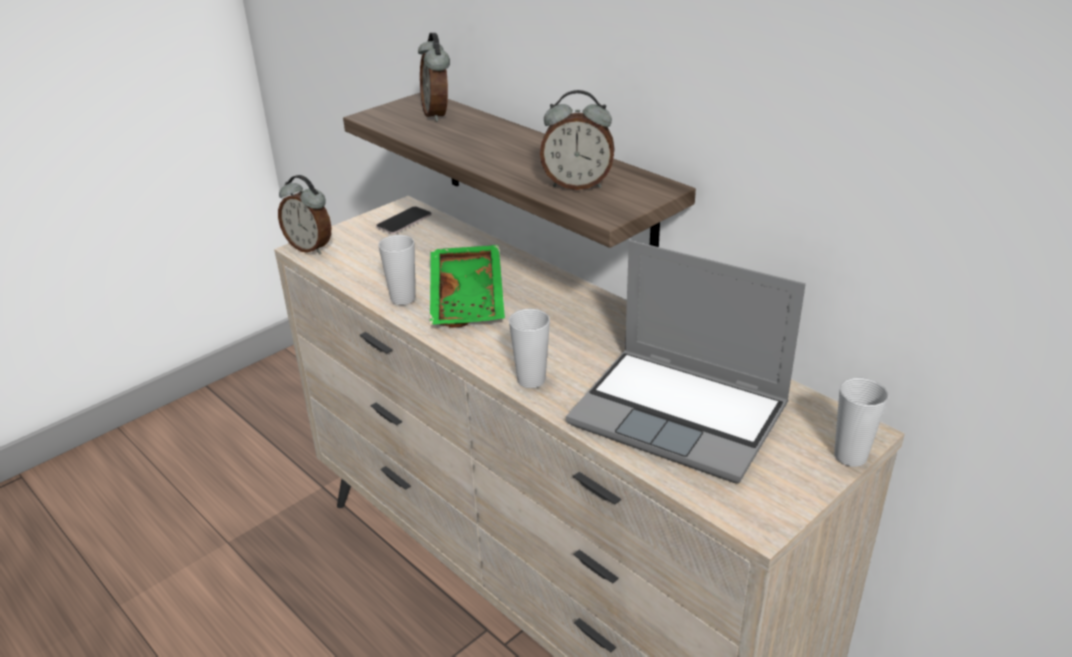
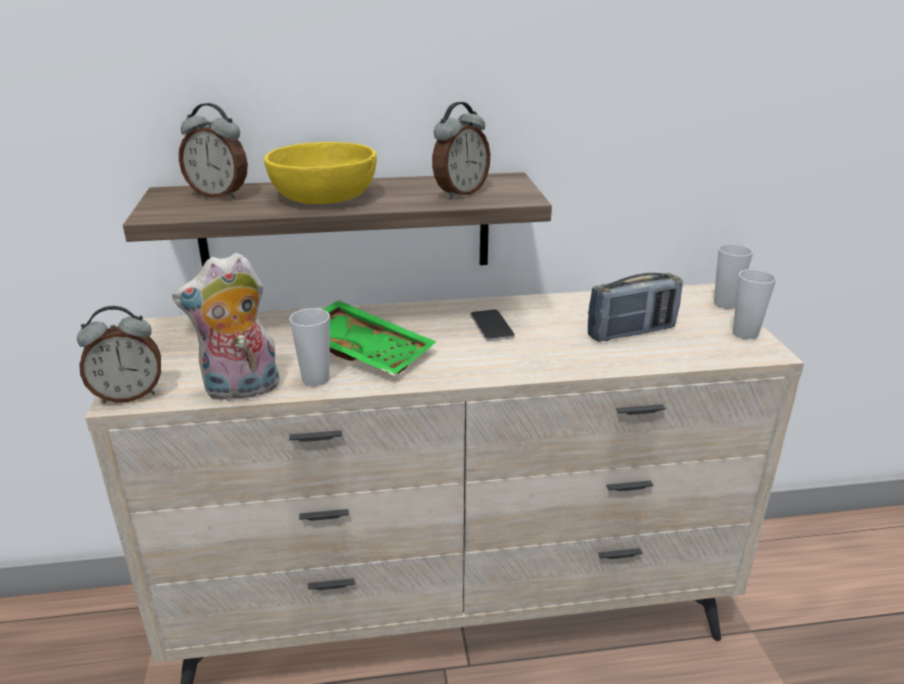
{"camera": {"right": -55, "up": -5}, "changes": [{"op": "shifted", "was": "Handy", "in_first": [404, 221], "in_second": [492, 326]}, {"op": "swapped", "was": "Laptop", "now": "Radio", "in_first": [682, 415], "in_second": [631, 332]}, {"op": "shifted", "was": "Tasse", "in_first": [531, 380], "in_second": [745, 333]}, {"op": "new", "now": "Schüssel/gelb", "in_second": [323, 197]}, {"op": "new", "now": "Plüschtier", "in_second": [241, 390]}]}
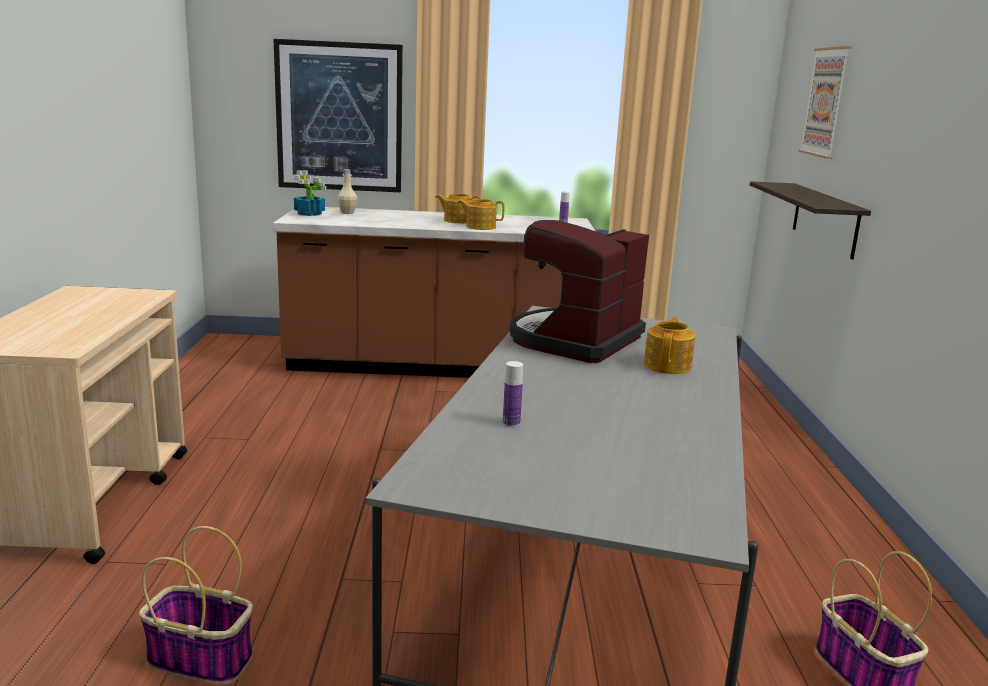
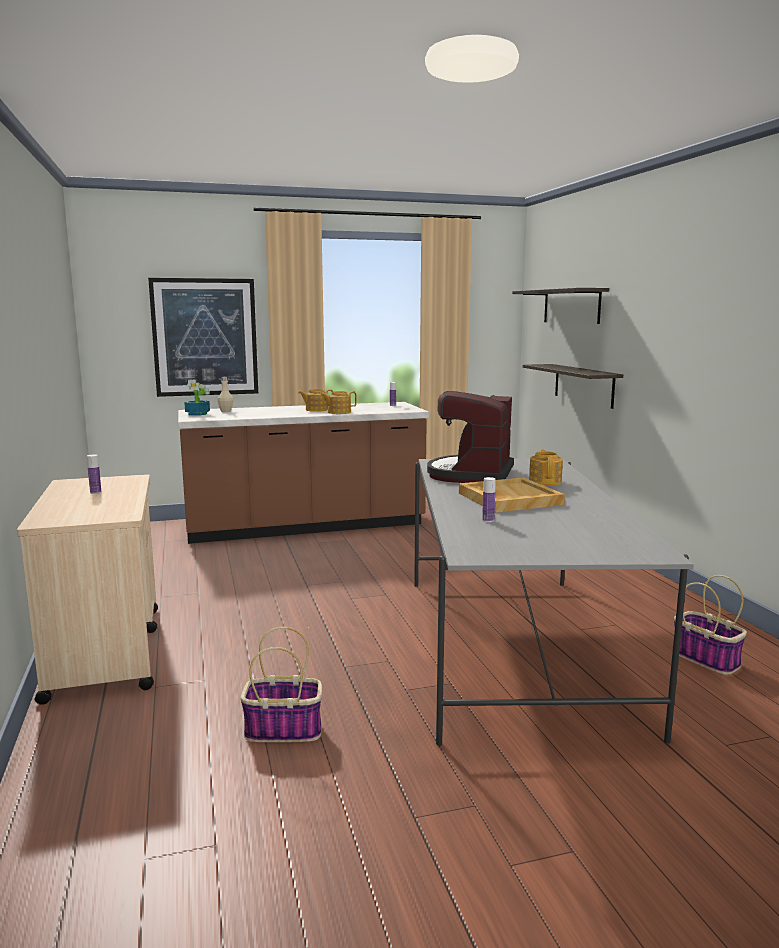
{"camera": {"right": -15, "up": -5}, "changes": [{"op": "swapped", "was": "Bild", "now": "Wandregal", "in_first": [825, 102], "in_second": [571, 306]}, {"op": "new", "now": "Flasche", "in_second": [95, 492]}, {"op": "new", "now": "Tablett/beige", "in_second": [508, 499]}]}
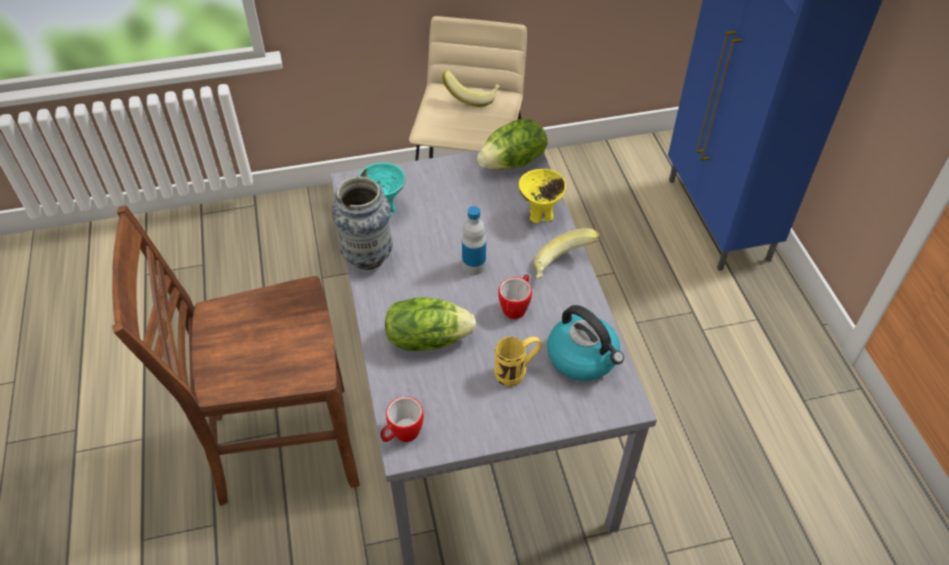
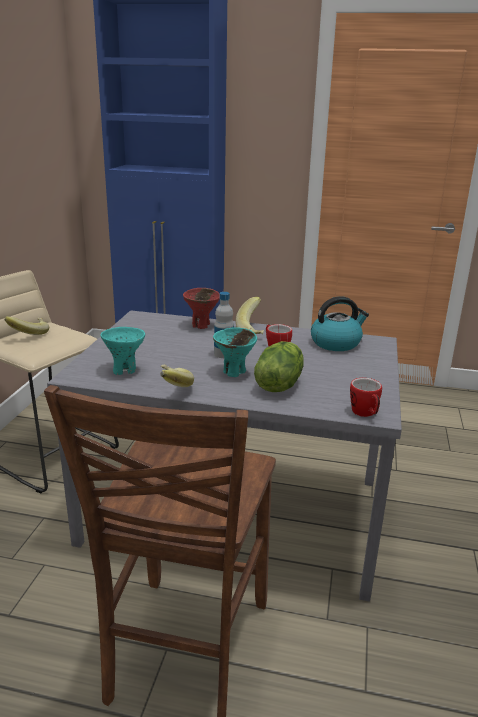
{"camera": {"right": -65, "up": -25}, "changes": [{"op": "gone", "was": "Salatkopf", "in_first": [513, 162]}, {"op": "repainted", "was": "Schüssel/gelb", "now": "Schüssel/rot", "in_first": [540, 216], "in_second": [201, 325]}, {"op": "swapped", "was": "Vase", "now": "Banane", "in_first": [367, 258], "in_second": [170, 388]}, {"op": "gone", "was": "Henkelbecher/gelb", "in_first": [517, 372]}, {"op": "new", "now": "Schüssel/türkis", "in_second": [234, 372]}]}
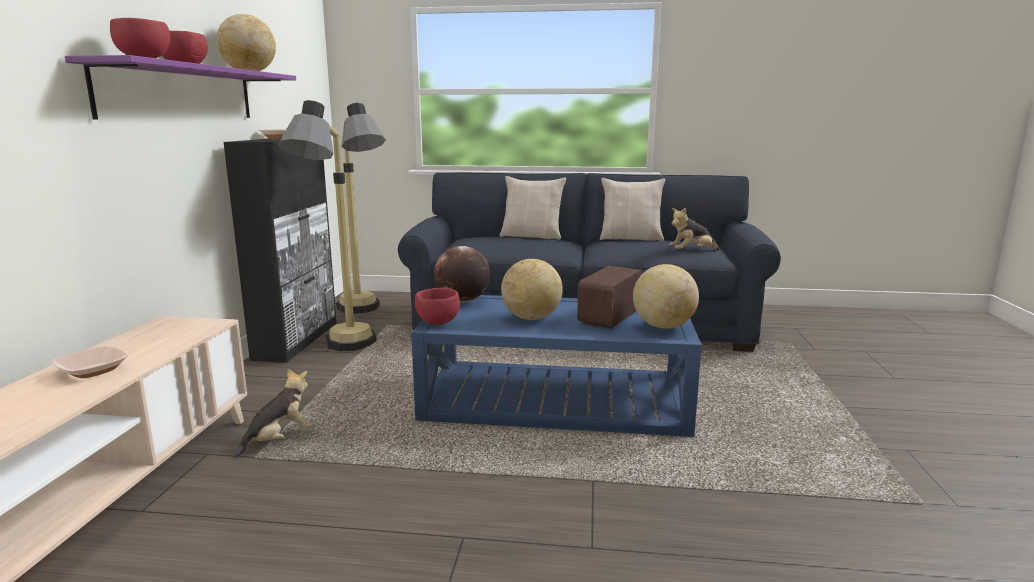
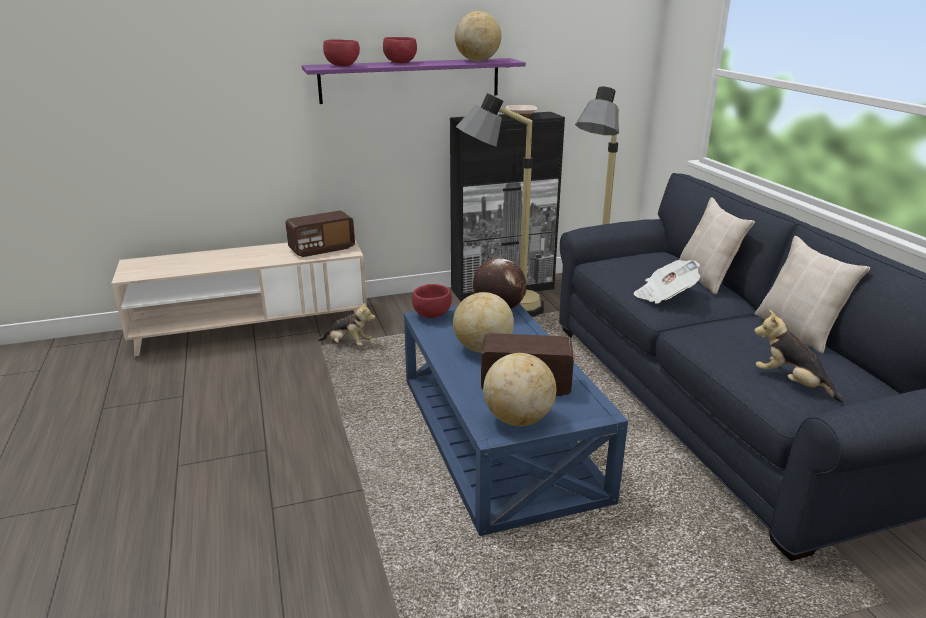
{"camera": {"right": 65, "up": 10}, "changes": [{"op": "gone", "was": "Schüssel", "in_first": [93, 370]}, {"op": "new", "now": "Radio", "in_second": [322, 249]}, {"op": "new", "now": "Zeitung", "in_second": [664, 296]}]}
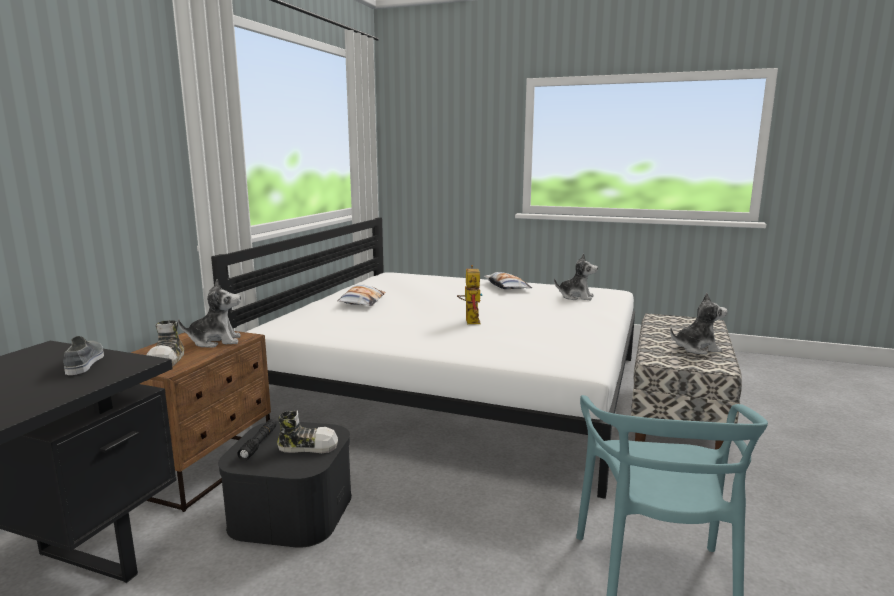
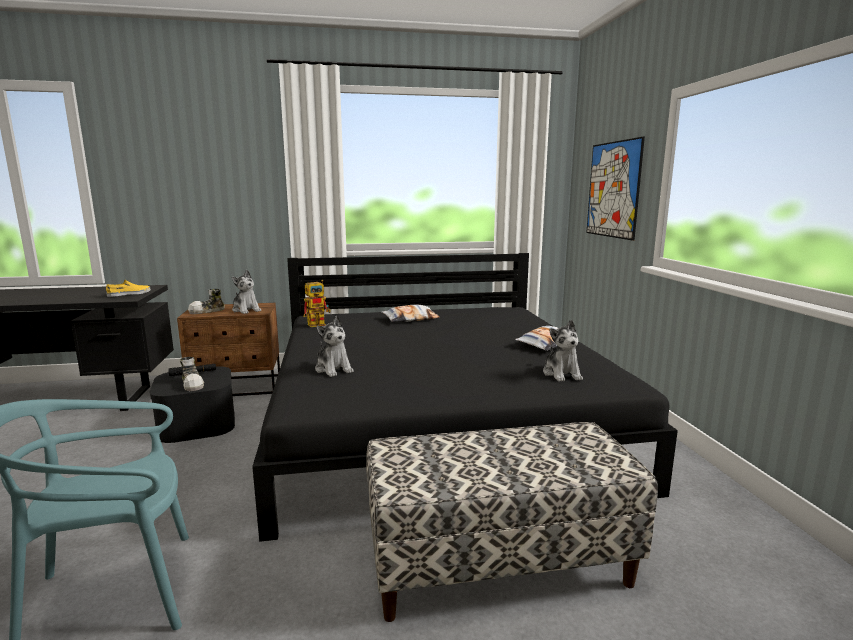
{"camera": {"right": 60, "up": 0}, "changes": [{"op": "repainted", "was": "Bett/weiß", "now": "Bett/schwarz", "in_first": [457, 386], "in_second": [436, 420]}, {"op": "shifted", "was": "Spielzeugroboter", "in_first": [470, 320], "in_second": [319, 324]}, {"op": "shifted", "was": "Plüschtier", "in_first": [696, 348], "in_second": [333, 369]}, {"op": "repainted", "was": "Schuh/grau", "now": "Schuh/gelb", "in_first": [85, 362], "in_second": [129, 294]}, {"op": "new", "now": "Bild", "in_second": [613, 189]}]}
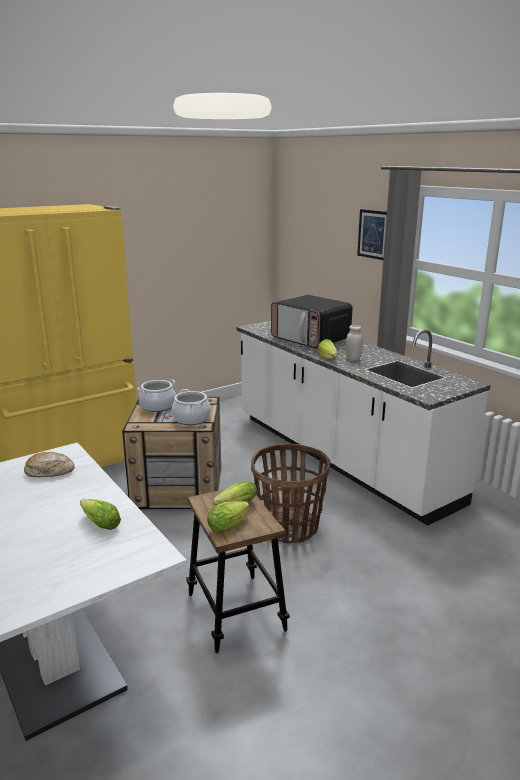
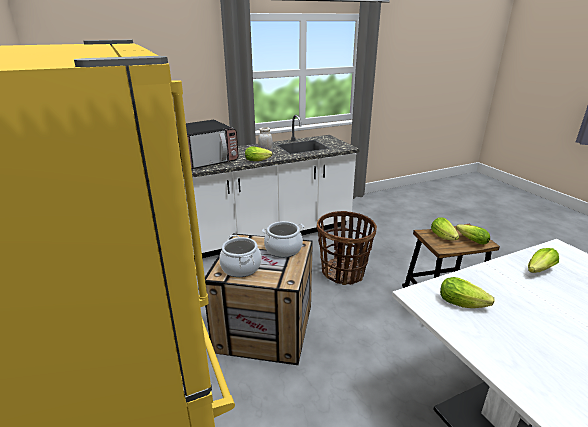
{"camera": {"right": -80, "up": 5}, "changes": [{"op": "gone", "was": "Bild", "in_first": [373, 234]}, {"op": "swapped", "was": "Brot", "now": "Salatkopf", "in_first": [49, 471], "in_second": [464, 304]}]}
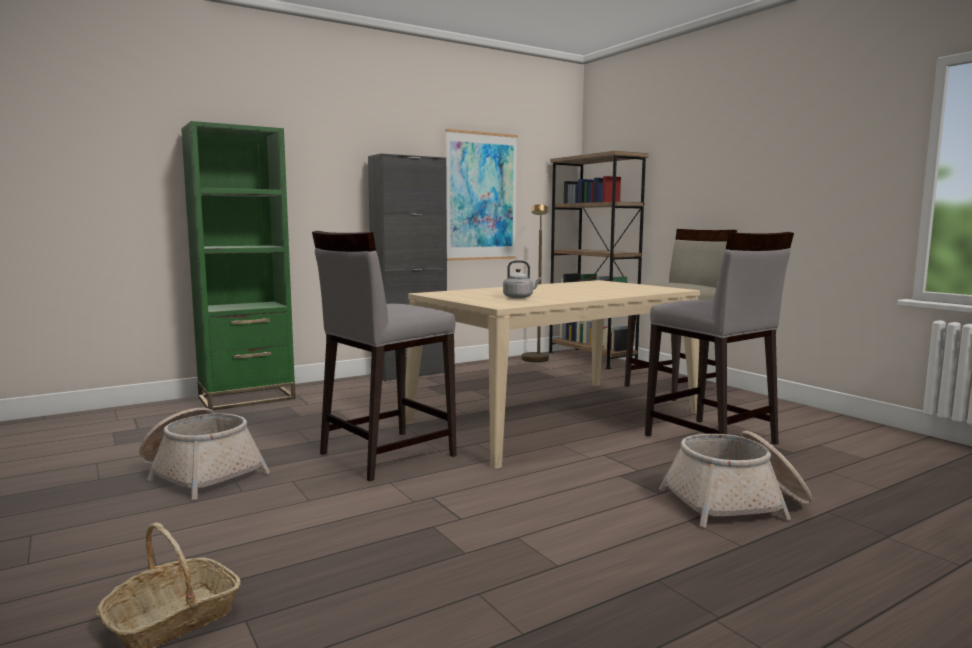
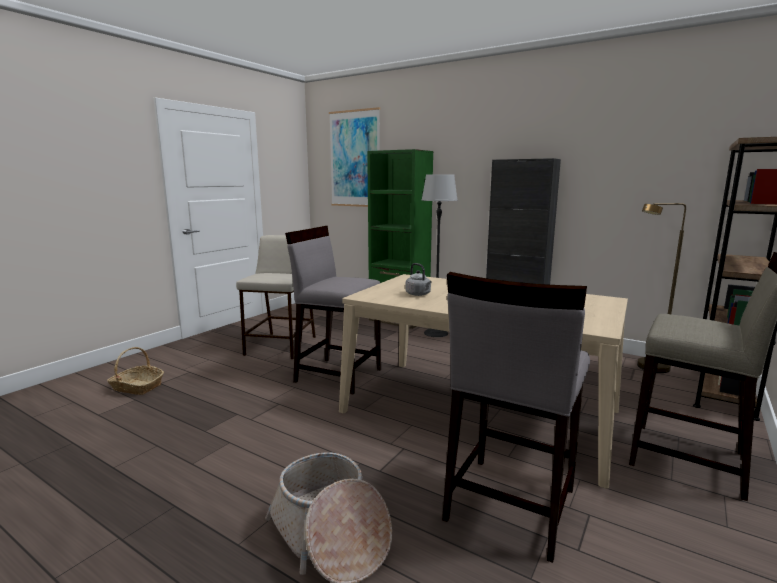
{"camera": {"right": 65, "up": 5}, "changes": [{"op": "shifted", "was": "Bild", "in_first": [481, 196], "in_second": [355, 159]}, {"op": "swapped", "was": "Korb", "now": "Hocker/beige", "in_first": [201, 473], "in_second": [281, 346]}, {"op": "new", "now": "Stehlampe", "in_second": [436, 333]}]}
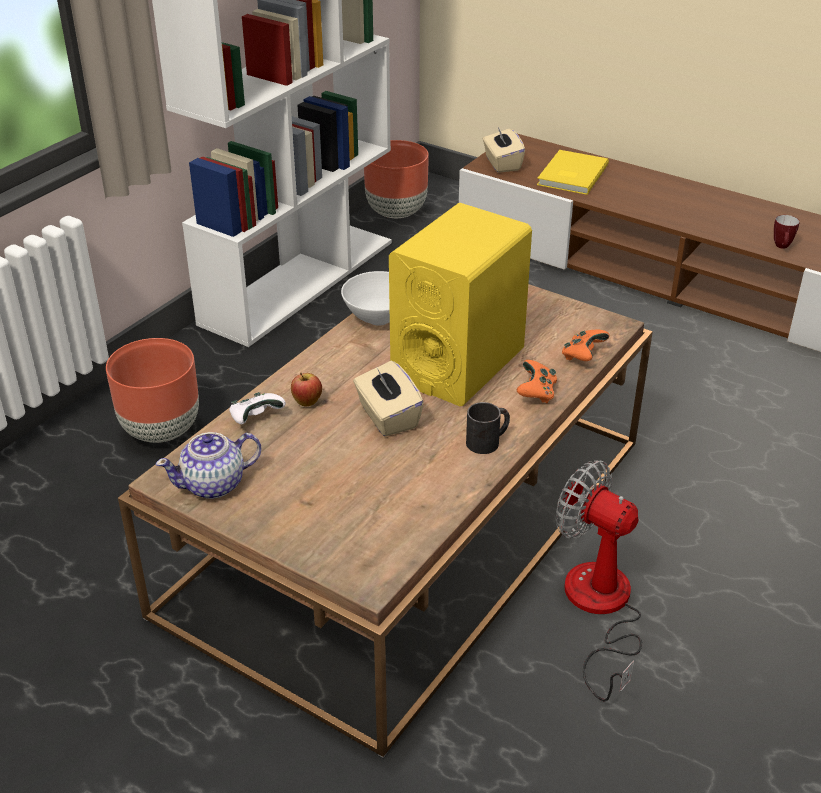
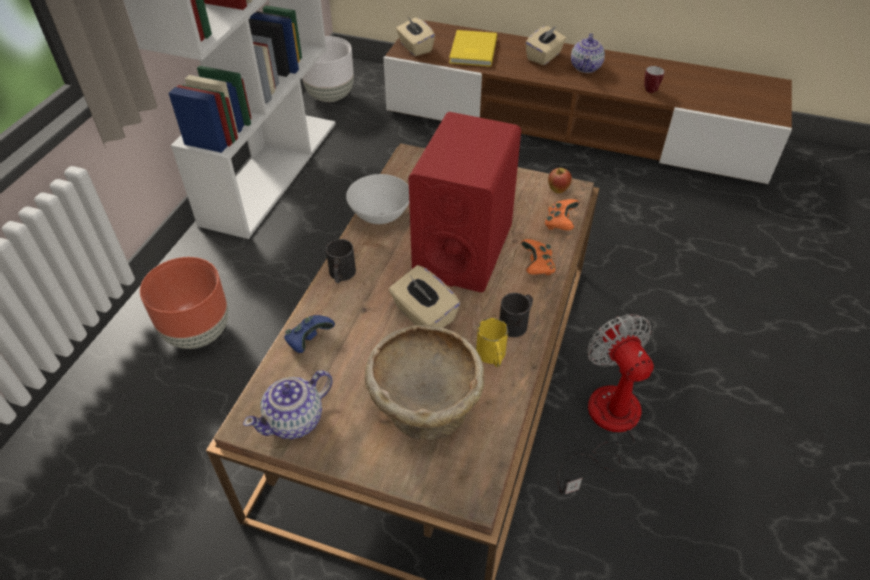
{"camera": {"right": -15, "up": 10}, "changes": [{"op": "repainted", "was": "Pflanzkübel/braun", "now": "Pflanzkübel/weiß", "in_first": [396, 212], "in_second": [330, 96]}, {"op": "repainted", "was": "Lautsprecher/gelb", "now": "Lautsprecher/rot", "in_first": [458, 364], "in_second": [463, 250]}, {"op": "shifted", "was": "Apfel", "in_first": [307, 403], "in_second": [558, 190]}, {"op": "repainted", "was": "Gamepad/weiß", "now": "Gamepad/blau", "in_first": [256, 418], "in_second": [309, 340]}, {"op": "rotated", "was": "Ventilator", "in_first": [599, 609], "in_second": [605, 425], "clockwise": 45}, {"op": "new", "now": "Taschentuchbox/beige", "in_second": [544, 56]}, {"op": "new", "now": "Teekanne", "in_second": [586, 67]}, {"op": "new", "now": "Henkelbecher/schwarz", "in_second": [341, 275]}, {"op": "new", "now": "Henkelbecher/gelb", "in_second": [492, 357]}, {"op": "new", "now": "Schüssel/beige", "in_second": [425, 407]}]}
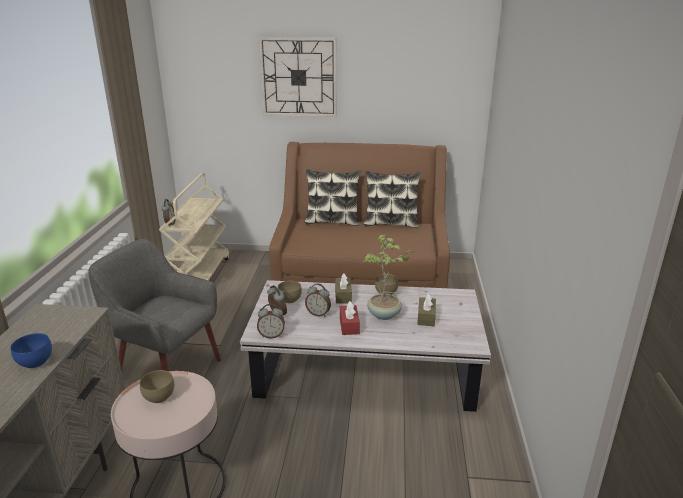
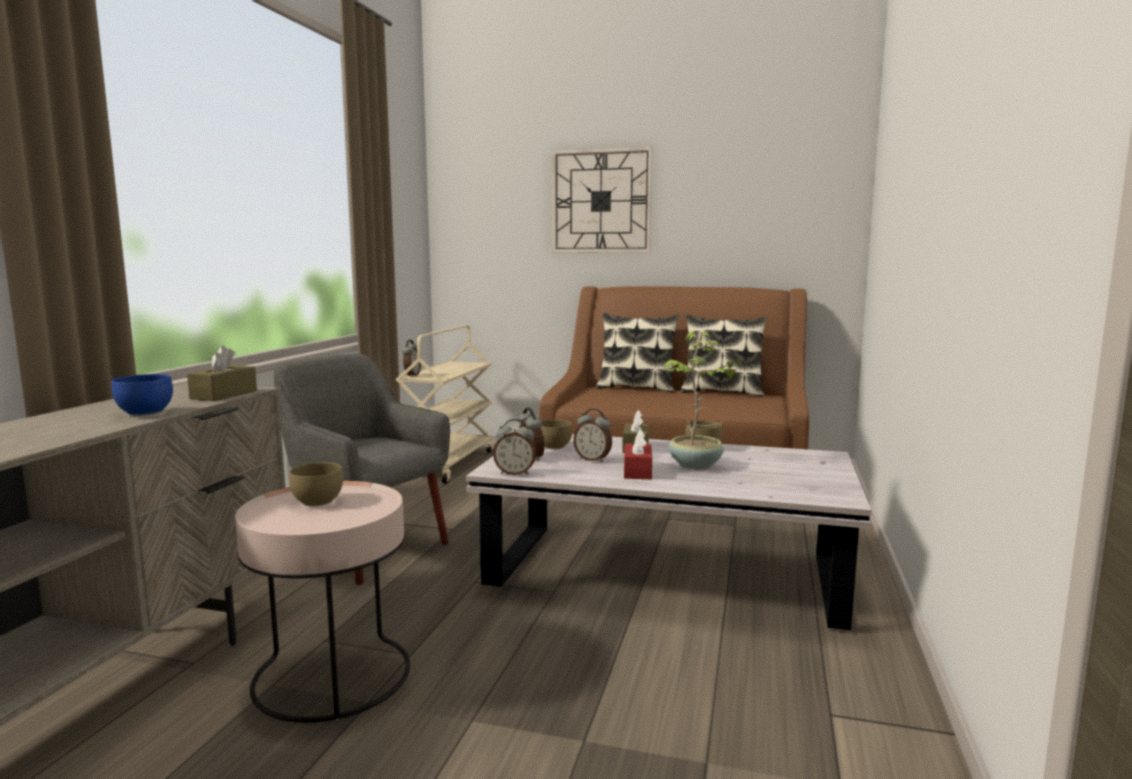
{"camera": {"right": 10, "up": -15}, "changes": [{"op": "shifted", "was": "Taschentuchbox/braun", "in_first": [426, 317], "in_second": [224, 394]}]}
